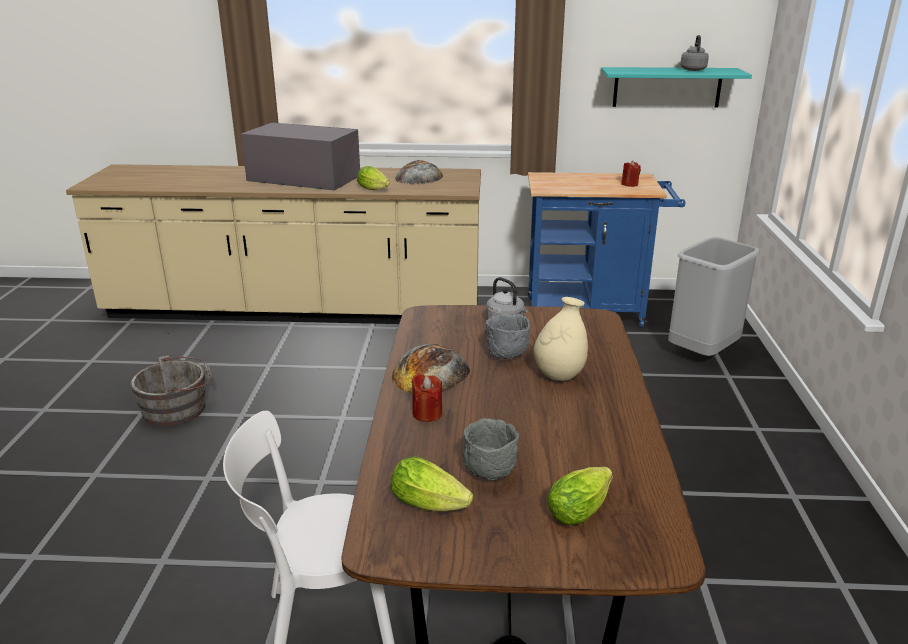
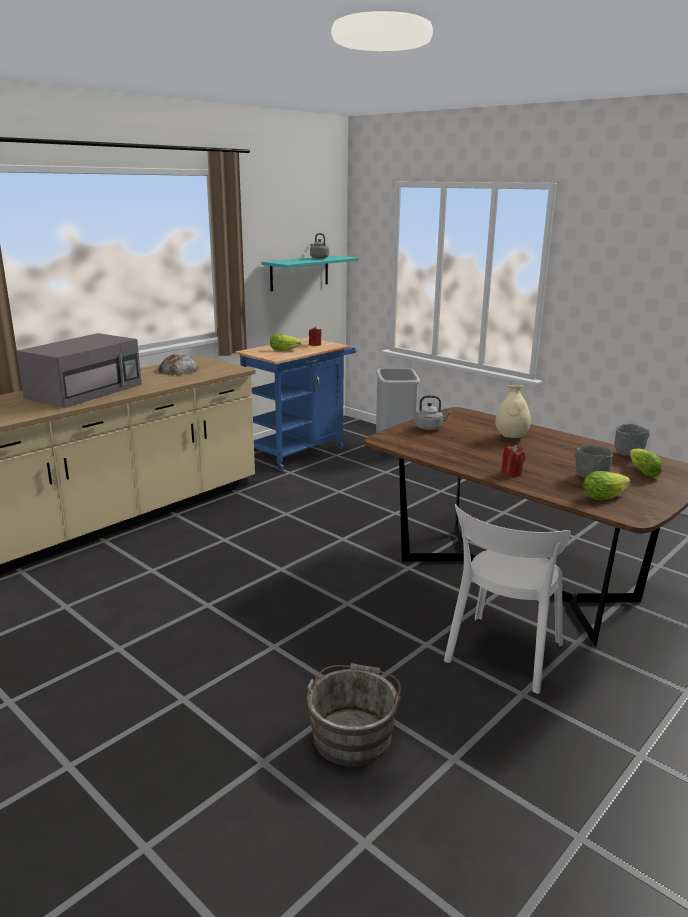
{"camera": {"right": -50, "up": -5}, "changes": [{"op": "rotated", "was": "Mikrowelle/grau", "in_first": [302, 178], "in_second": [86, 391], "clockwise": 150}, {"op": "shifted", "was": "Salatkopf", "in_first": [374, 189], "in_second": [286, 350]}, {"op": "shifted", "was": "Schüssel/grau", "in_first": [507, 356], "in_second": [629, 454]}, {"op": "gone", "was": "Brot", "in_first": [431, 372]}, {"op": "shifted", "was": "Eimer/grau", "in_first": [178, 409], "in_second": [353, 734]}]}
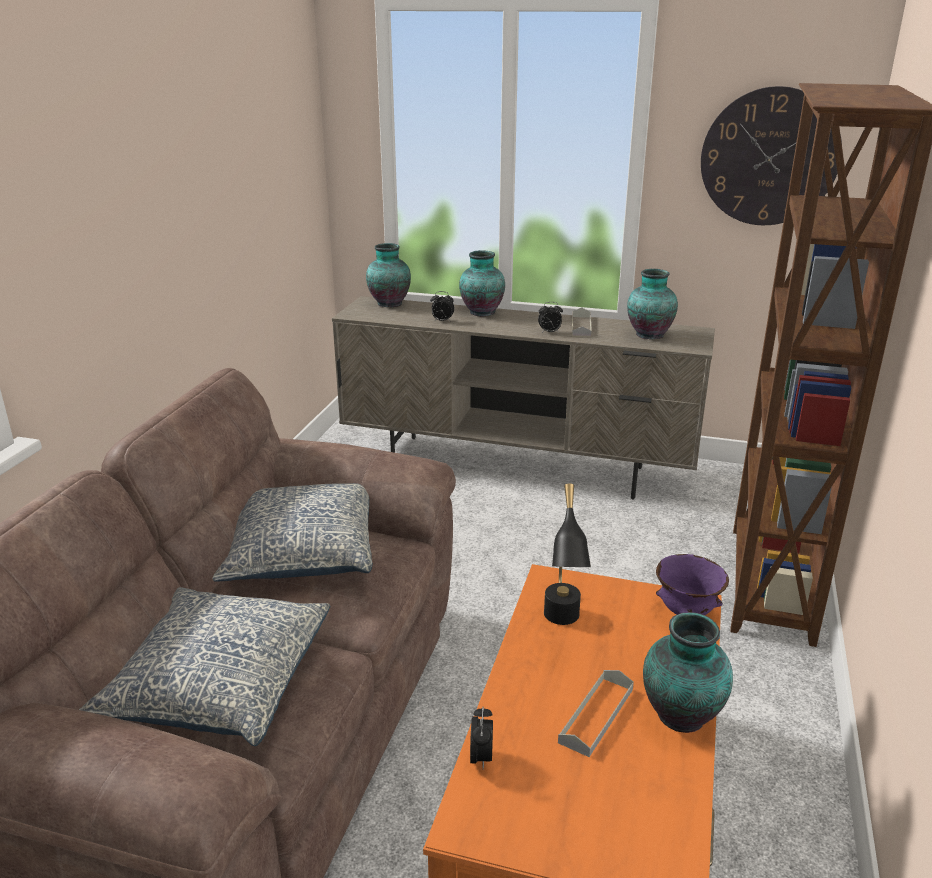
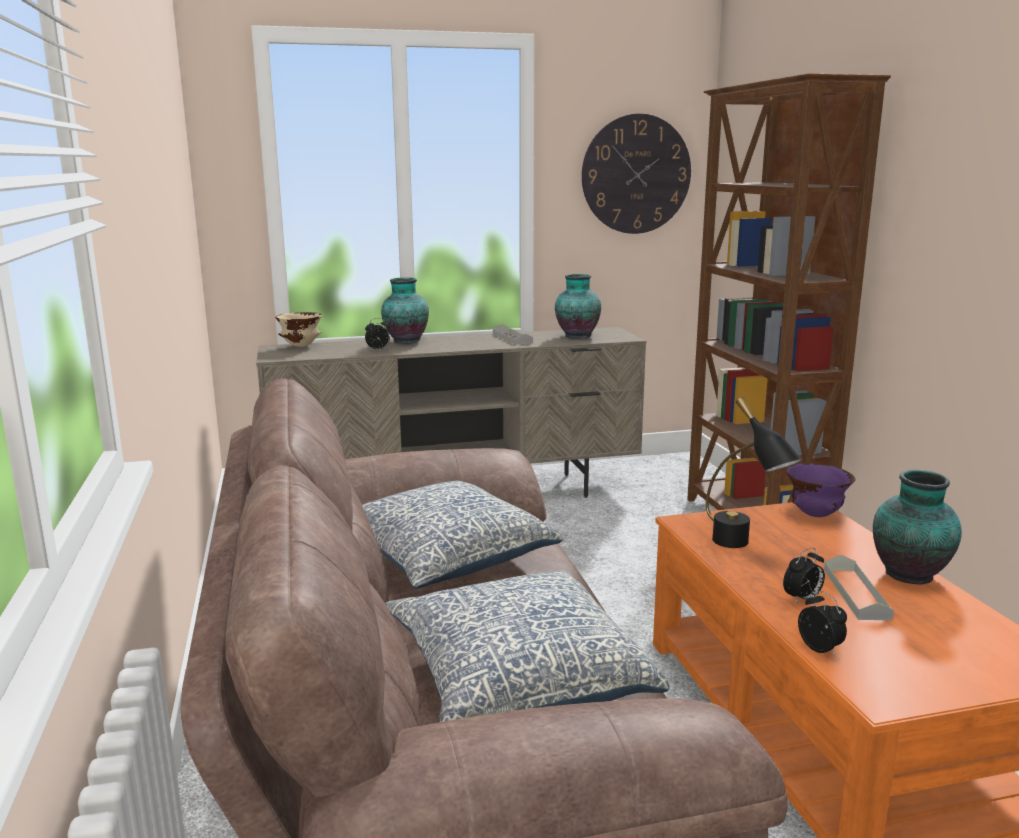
{"camera": {"right": -30, "up": -10}, "changes": [{"op": "swapped", "was": "Vase", "now": "Schüssel/beige", "in_first": [389, 303], "in_second": [300, 346]}, {"op": "shifted", "was": "Wecker", "in_first": [549, 332], "in_second": [802, 599]}]}
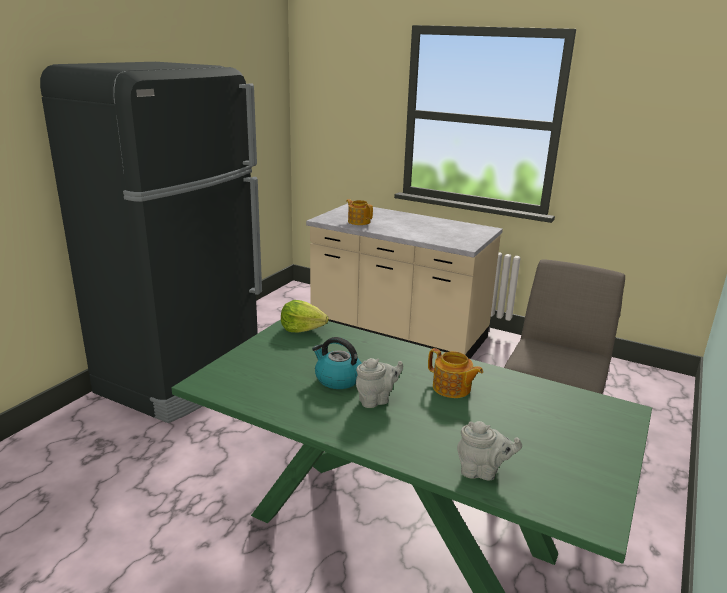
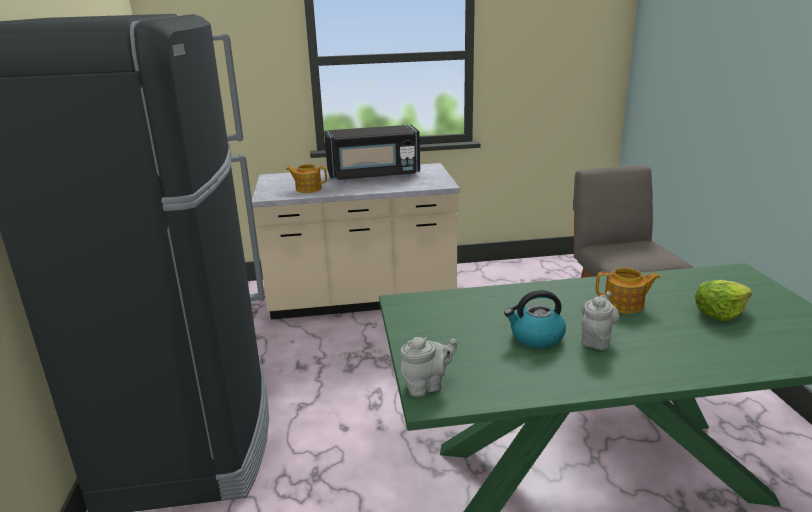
{"camera": {"right": -35, "up": 0}, "changes": [{"op": "shifted", "was": "Salatkopf", "in_first": [302, 328], "in_second": [719, 313]}, {"op": "shifted", "was": "Teekanne/grau", "in_first": [482, 472], "in_second": [426, 386]}, {"op": "new", "now": "Mikrowelle/schwarz", "in_second": [373, 175]}]}
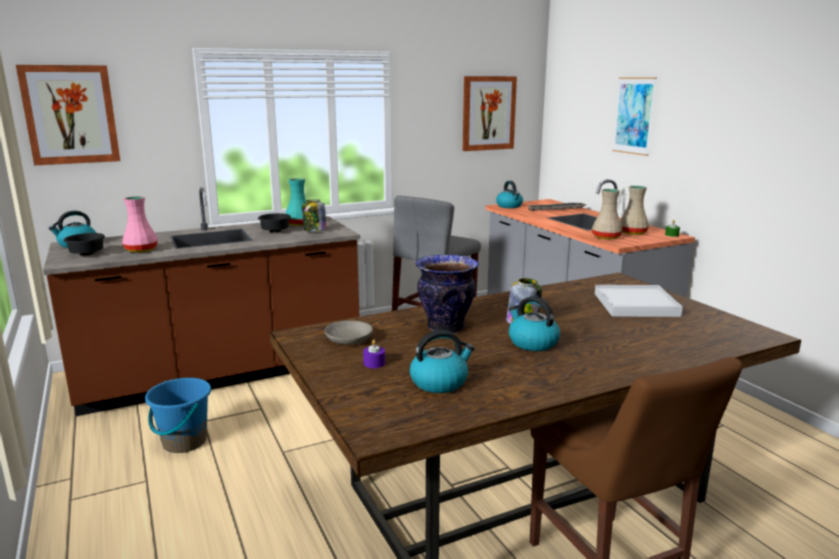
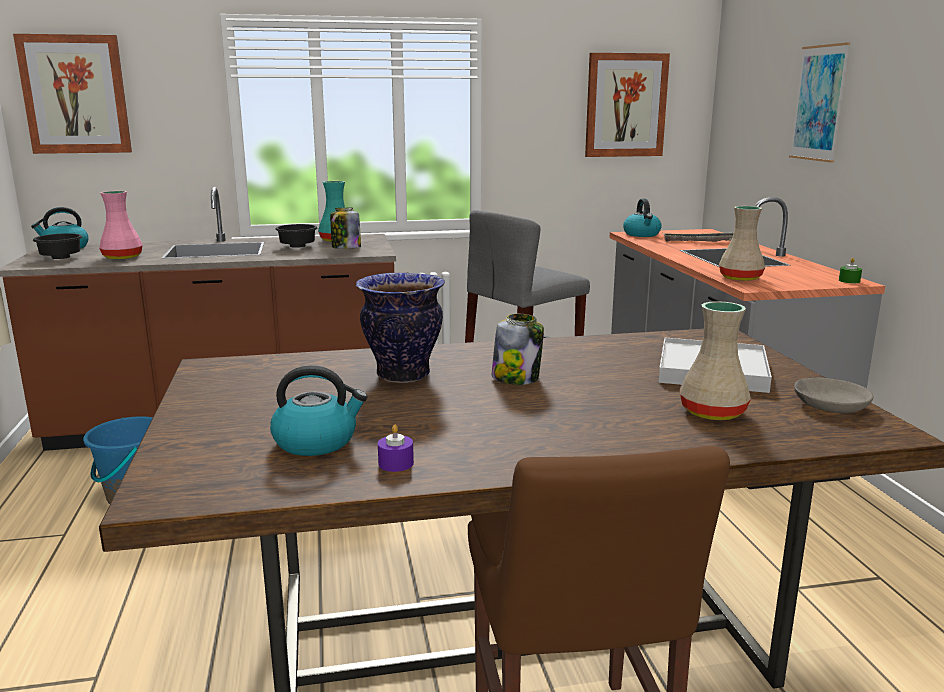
{"camera": {"right": 15, "up": 0}, "changes": [{"op": "shifted", "was": "Vase/beige", "in_first": [633, 233], "in_second": [714, 413]}, {"op": "gone", "was": "Wasserkessel", "in_first": [532, 342]}, {"op": "shifted", "was": "Schüssel/grau", "in_first": [348, 339], "in_second": [829, 405]}, {"op": "shifted", "was": "Kerze/lila", "in_first": [374, 363], "in_second": [396, 463]}]}
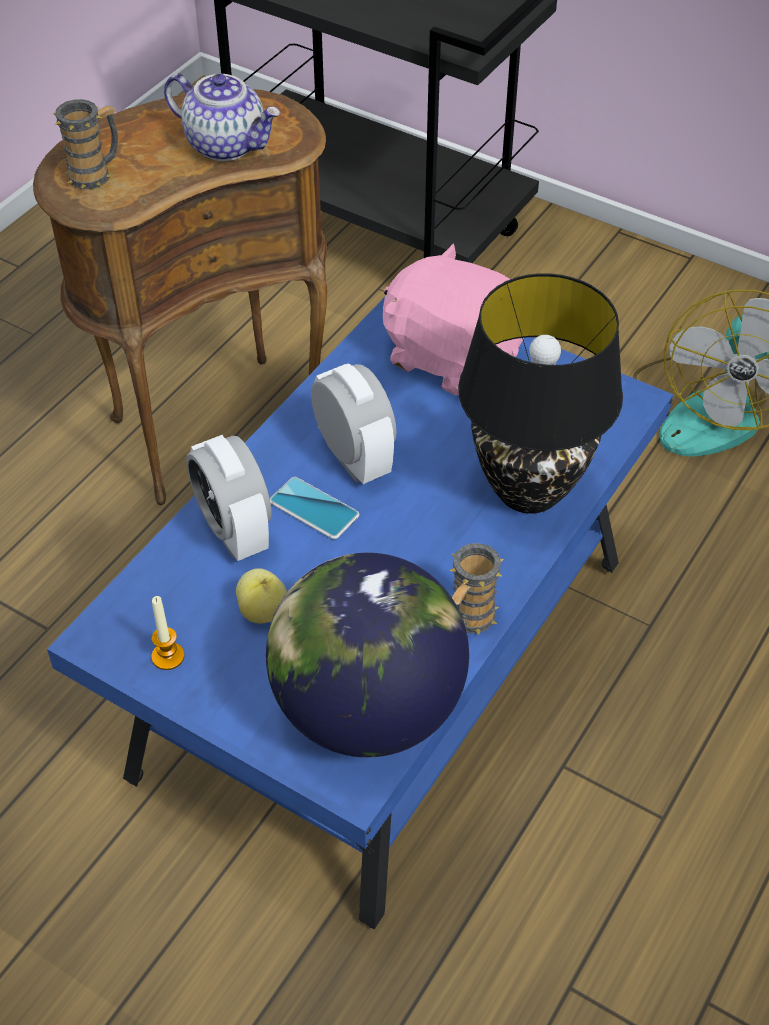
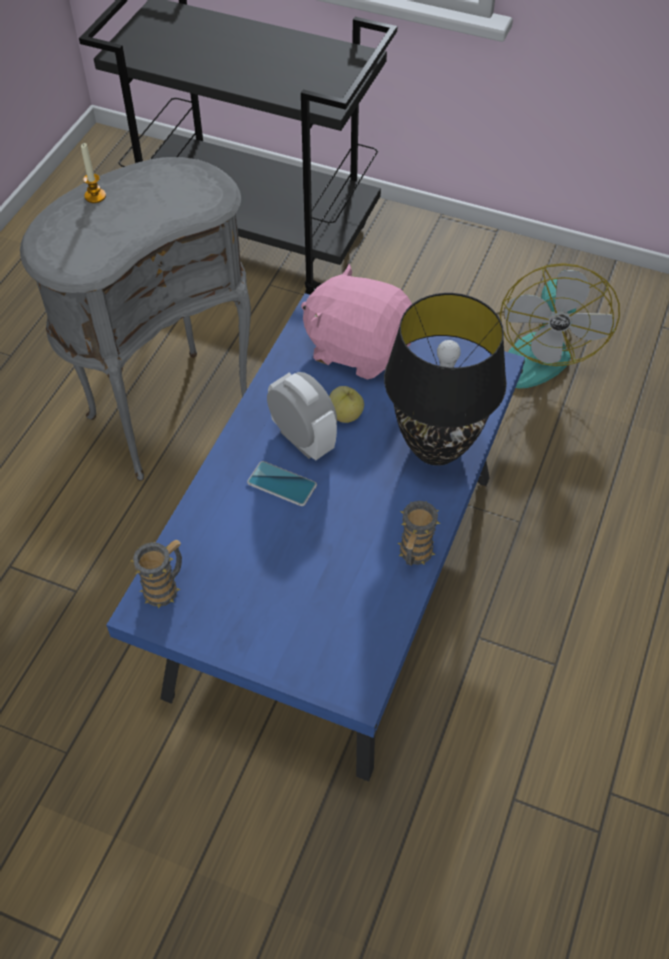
{"camera": {"right": -10, "up": 5}, "changes": [{"op": "gone", "was": "Teekanne", "in_first": [227, 145]}, {"op": "repainted", "was": "Beistelltisch/braun", "now": "Beistelltisch/grau", "in_first": [213, 424], "in_second": [166, 410]}, {"op": "shifted", "was": "Henkelbecher", "in_first": [96, 174], "in_second": [165, 587]}, {"op": "gone", "was": "Wecker", "in_first": [234, 531]}, {"op": "gone", "was": "Globus", "in_first": [368, 710]}, {"op": "shifted", "was": "Apfel", "in_first": [263, 611], "in_second": [346, 415]}, {"op": "shifted", "was": "Kerze", "in_first": [168, 656], "in_second": [95, 196]}]}
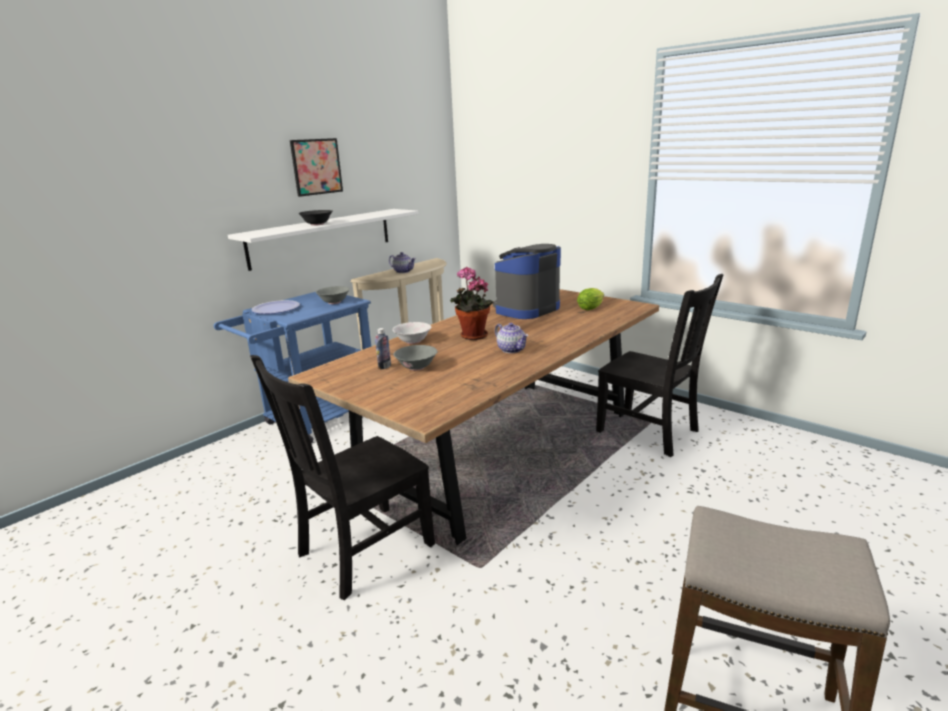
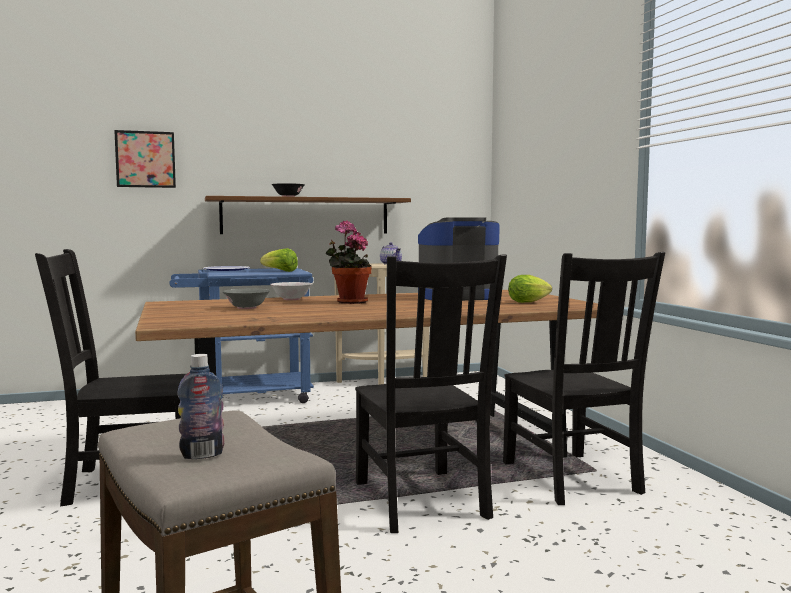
{"camera": {"right": 30, "up": -15}, "changes": [{"op": "shifted", "was": "Bild", "in_first": [316, 167], "in_second": [145, 159]}, {"op": "repainted", "was": "Wandregal/weiß", "now": "Wandregal/braun", "in_first": [322, 237], "in_second": [306, 216]}, {"op": "swapped", "was": "Schüssel/grau", "now": "Salatkopf", "in_first": [334, 302], "in_second": [280, 271]}, {"op": "gone", "was": "Teekanne", "in_first": [512, 349]}, {"op": "shifted", "was": "Flasche", "in_first": [384, 367], "in_second": [202, 455]}, {"op": "new", "now": "Stuhl/schwarz", "in_second": [421, 502]}]}
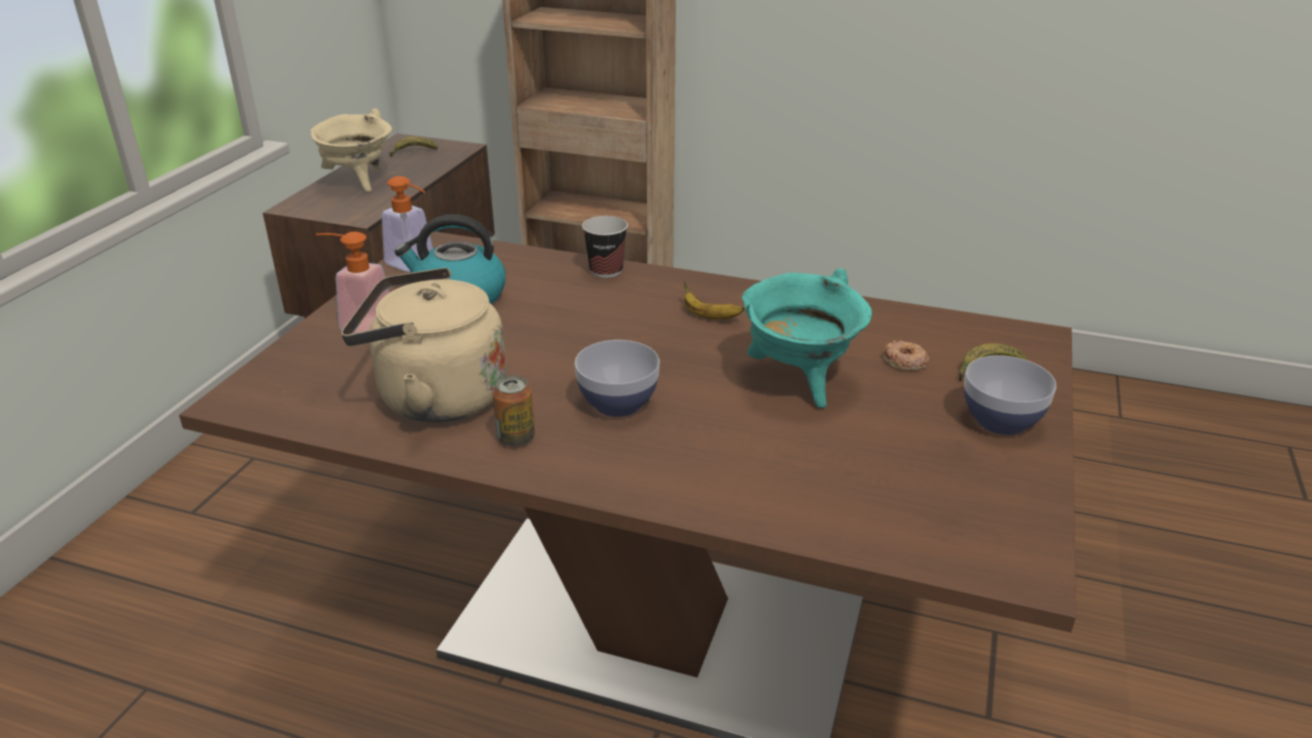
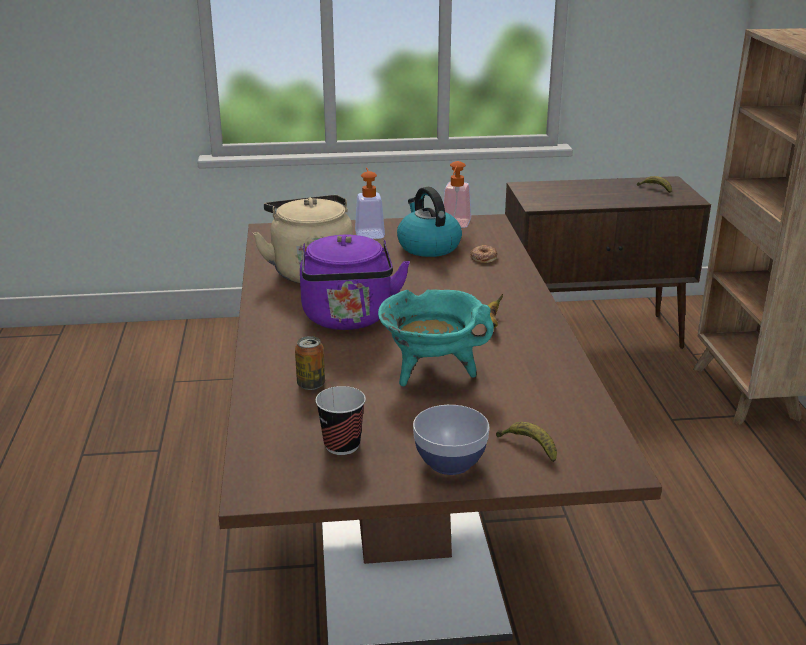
{"camera": {"right": 65, "up": -5}, "changes": [{"op": "gone", "was": "Kochtopf/beige", "in_first": [358, 182]}, {"op": "shifted", "was": "Tasse", "in_first": [606, 271], "in_second": [342, 445]}, {"op": "swapped", "was": "Schüssel", "now": "Wasserkessel/lila", "in_first": [618, 403], "in_second": [348, 319]}, {"op": "shifted", "was": "Donut", "in_first": [904, 361], "in_second": [483, 257]}, {"op": "shifted", "was": "Dose", "in_first": [516, 438], "in_second": [311, 384]}]}
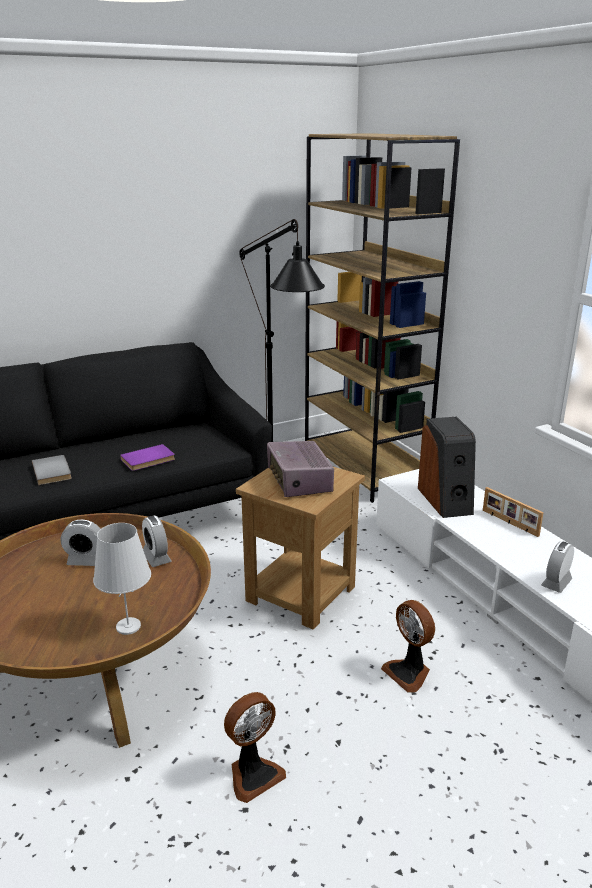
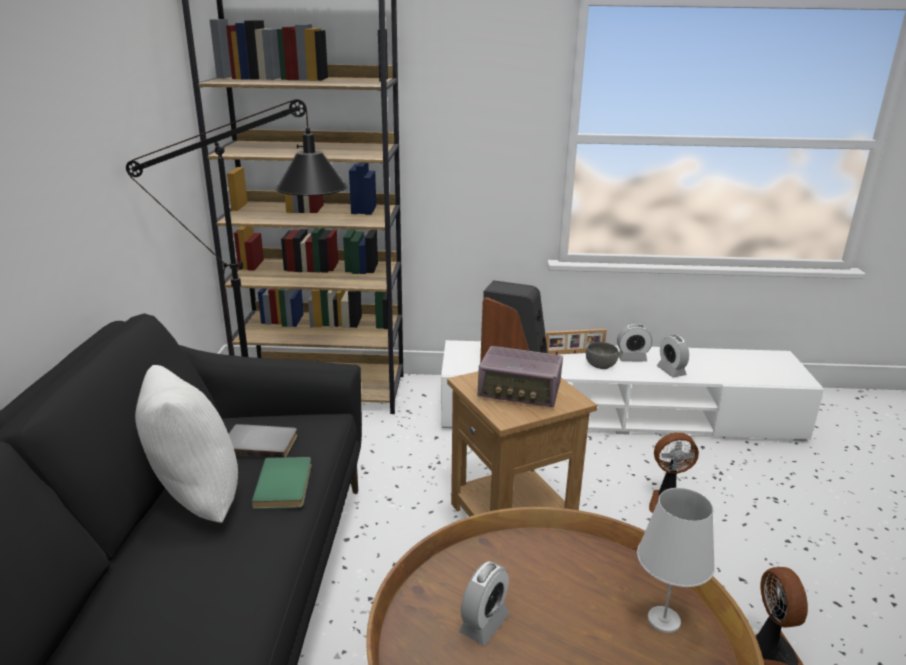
{"camera": {"right": -60, "up": 0}, "changes": [{"op": "repainted", "was": "Buch/lila", "now": "Buch/grün", "in_first": [148, 460], "in_second": [286, 485]}, {"op": "shifted", "was": "Buch/grau", "in_first": [53, 471], "in_second": [260, 443]}, {"op": "shifted", "was": "Wecker", "in_first": [156, 557], "in_second": [632, 358]}, {"op": "new", "now": "Schüssel/grau", "in_second": [601, 365]}, {"op": "new", "now": "Kissen/weiß", "in_second": [194, 500]}]}
